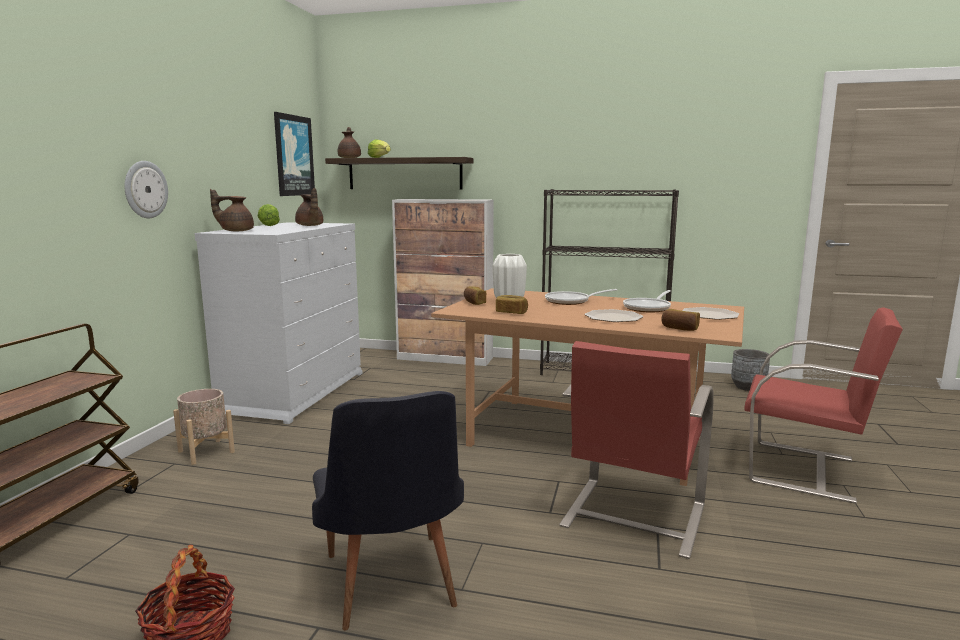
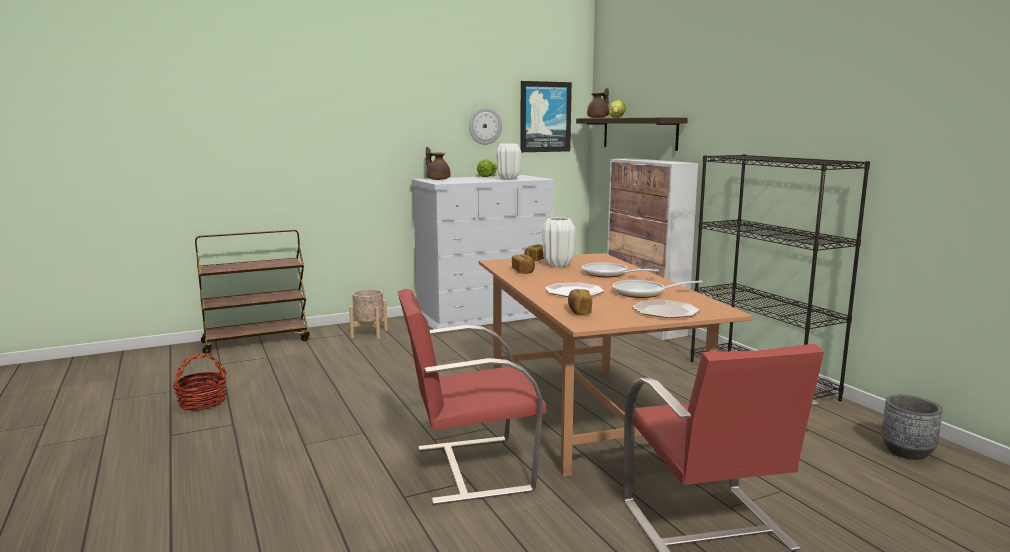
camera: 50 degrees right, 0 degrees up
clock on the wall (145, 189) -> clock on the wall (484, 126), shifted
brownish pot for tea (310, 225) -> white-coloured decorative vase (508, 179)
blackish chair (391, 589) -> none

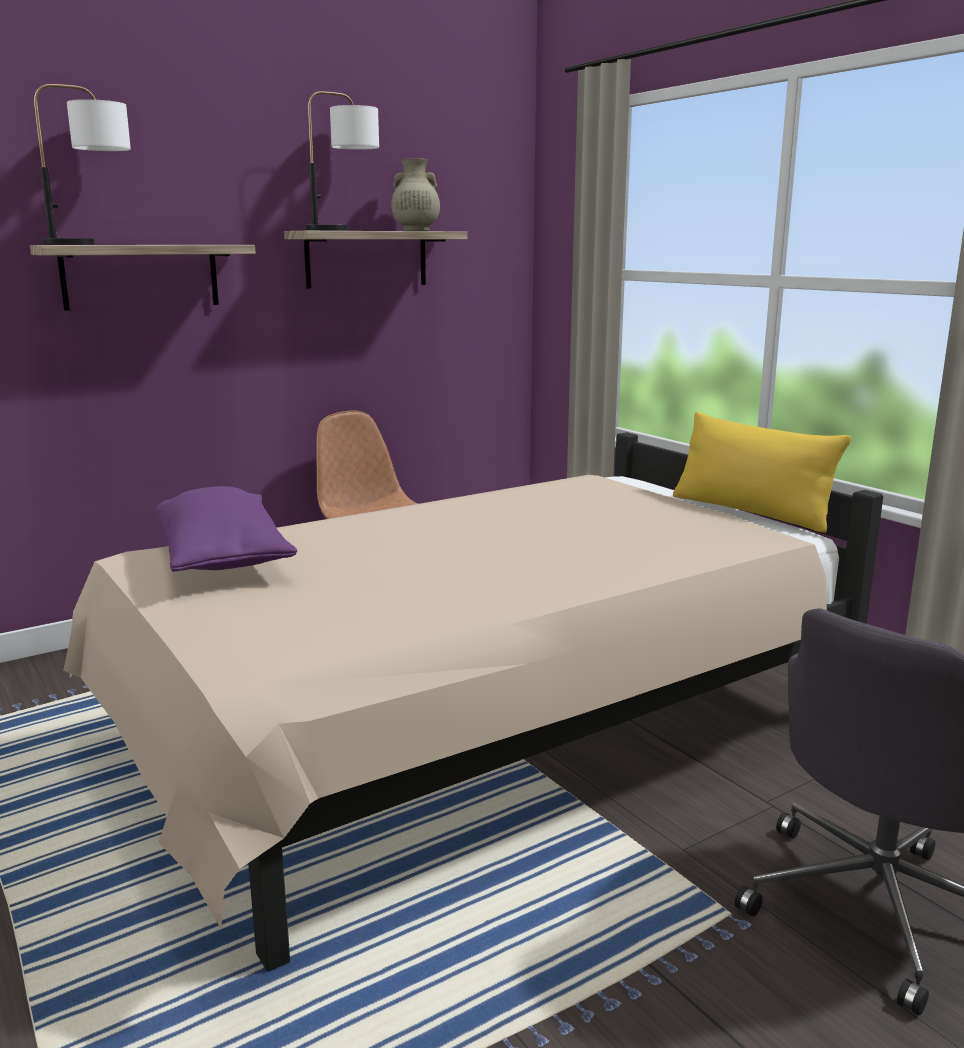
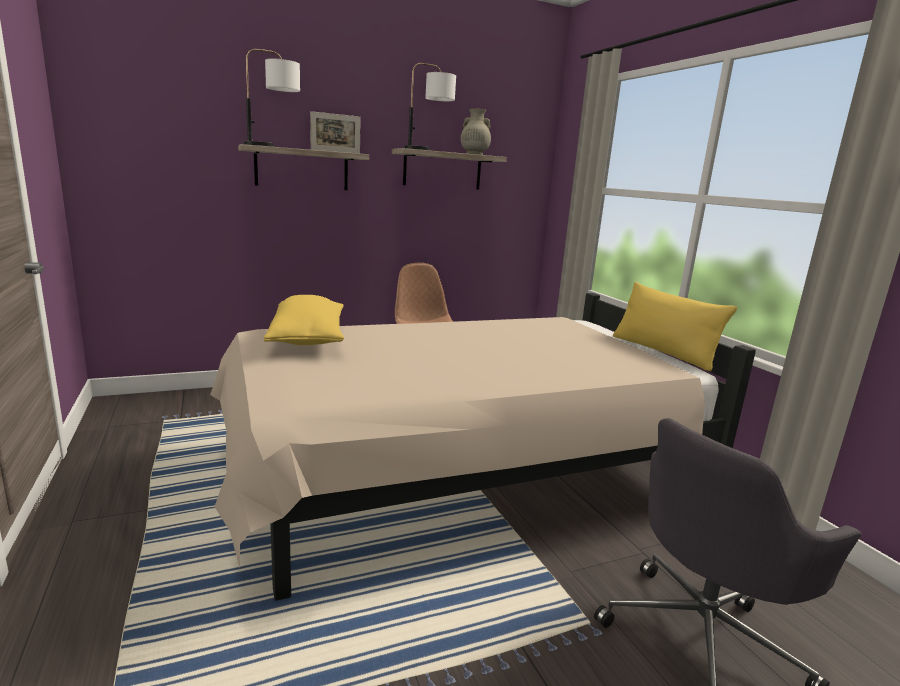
camera: 10 degrees right, 0 degrees up
purple-coloured cushion (223, 558) -> yellowish cushion (308, 339)
none -> standing frame (335, 151)

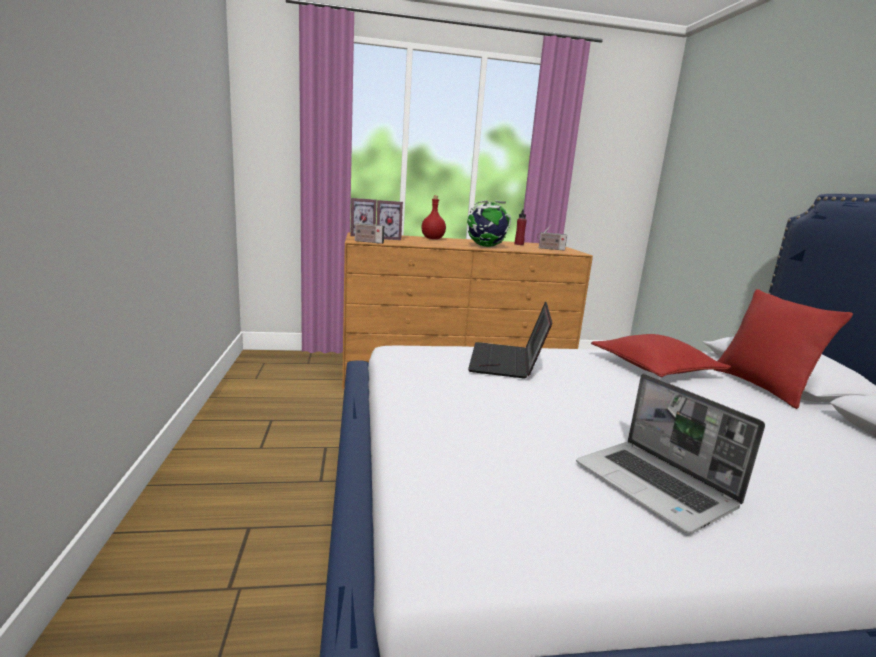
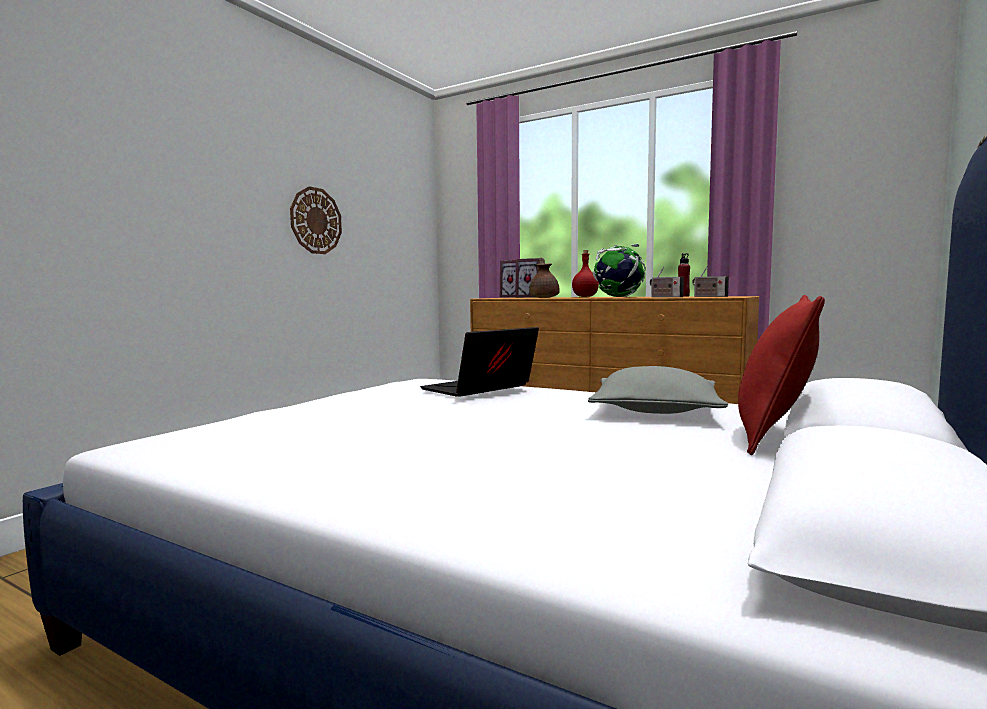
camera: 40 degrees right, 10 degrees down
none -> clock on the wall (316, 221)
none -> brownish pot for tea (544, 297)
reddish cushion (654, 368) -> gray cushion (655, 410)
radio set (367, 242) -> radio set (665, 297), shifted
portable computer (656, 486) -> none

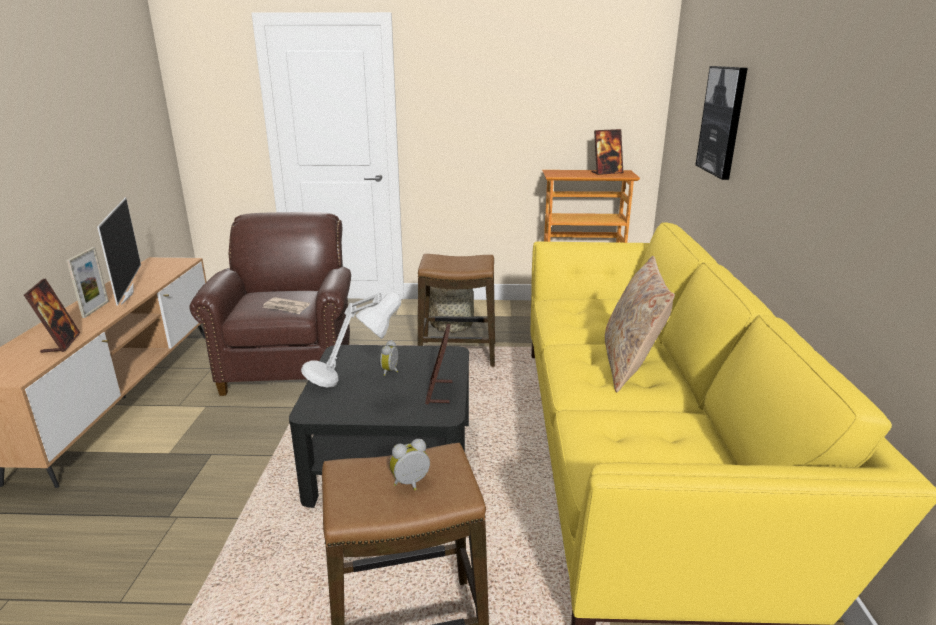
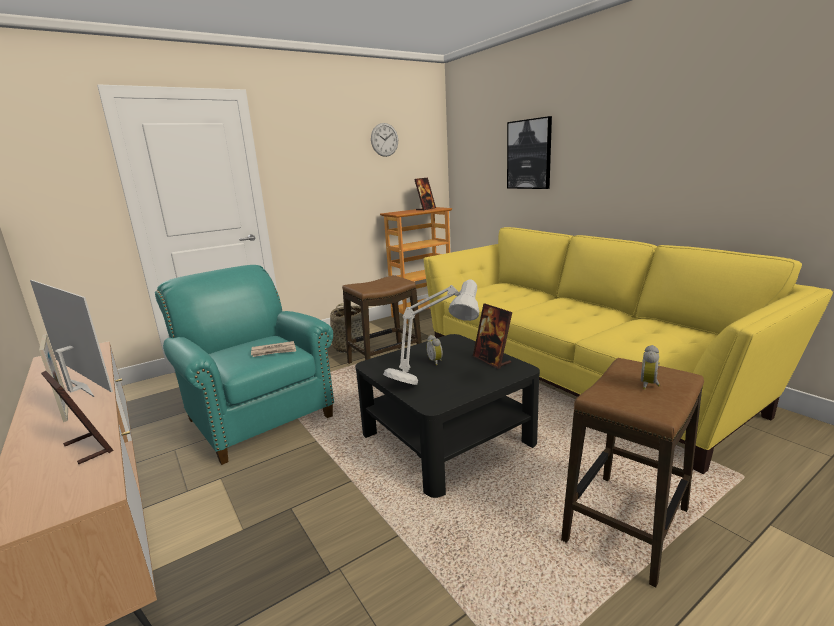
camera: 35 degrees left, 5 degrees down
brownish armchair (291, 364) -> turquoise armchair (257, 415)
none -> clock on the wall (384, 139)
sand-coloured cushion (630, 366) -> none

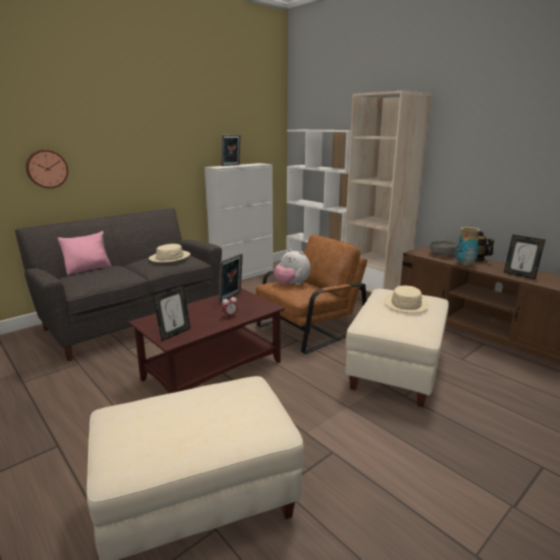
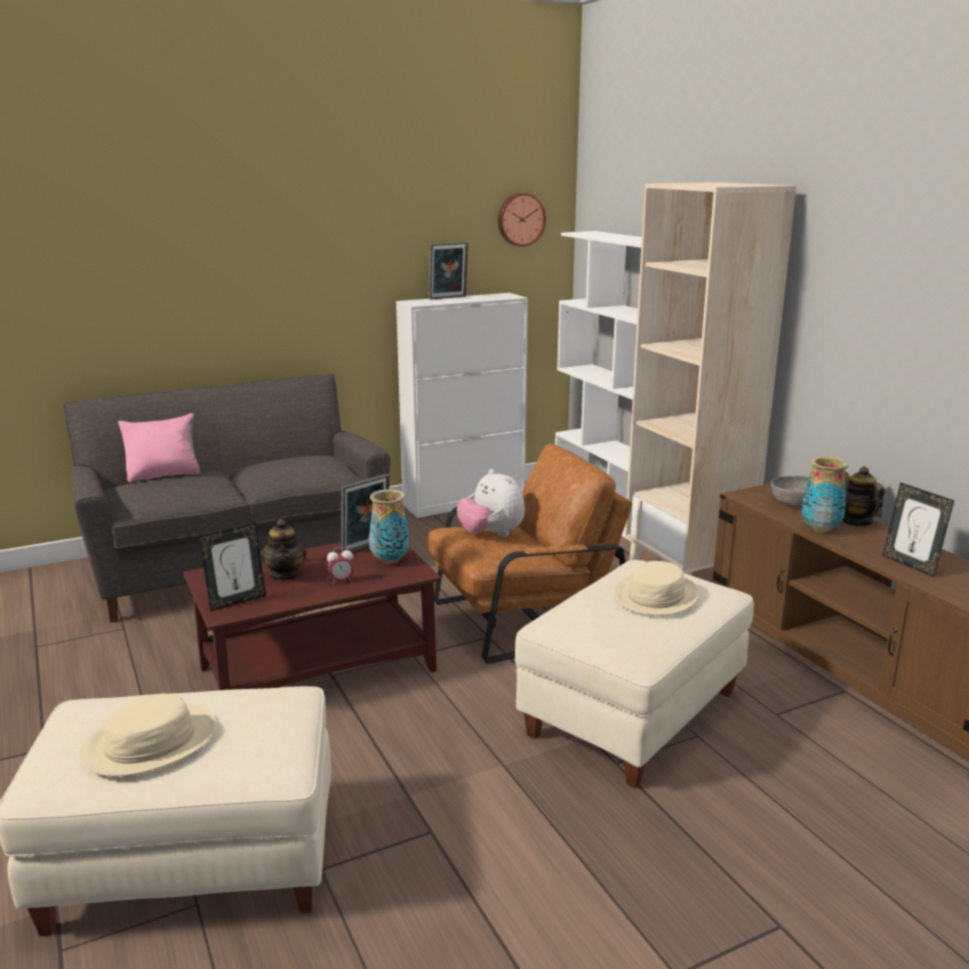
camera: 15 degrees right, 0 degrees up
sand-coloured wearable hat (170, 257) -> sand-coloured wearable hat (150, 742), shifted
none -> pot for tea (285, 574)
none -> decorative vase (389, 561)
clock on the wall (46, 169) -> clock on the wall (520, 219), shifted

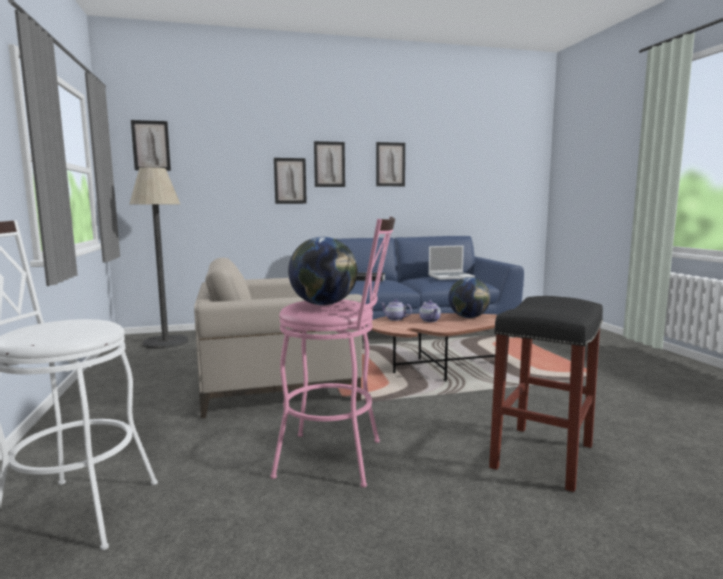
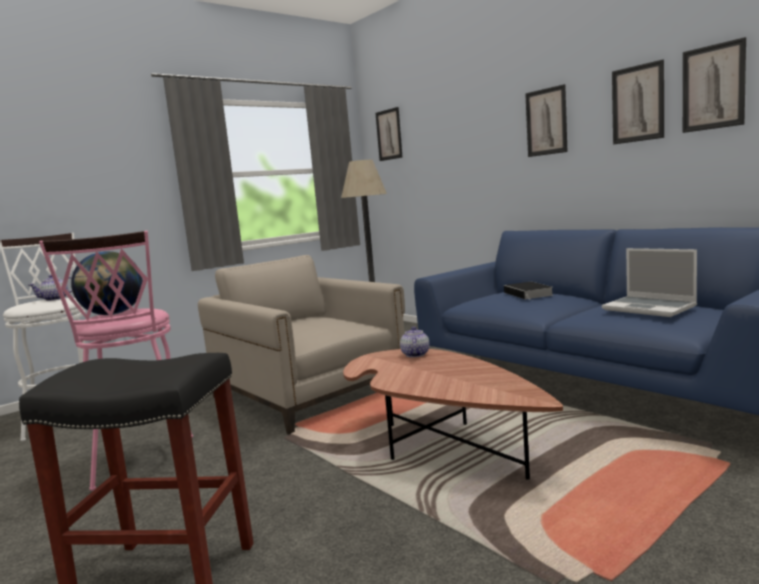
camera: 65 degrees right, 0 degrees up
pot for tea (430, 320) -> pot for tea (55, 299), shifted
picture (290, 181) -> picture (713, 87), shifted
world globe (468, 317) -> none

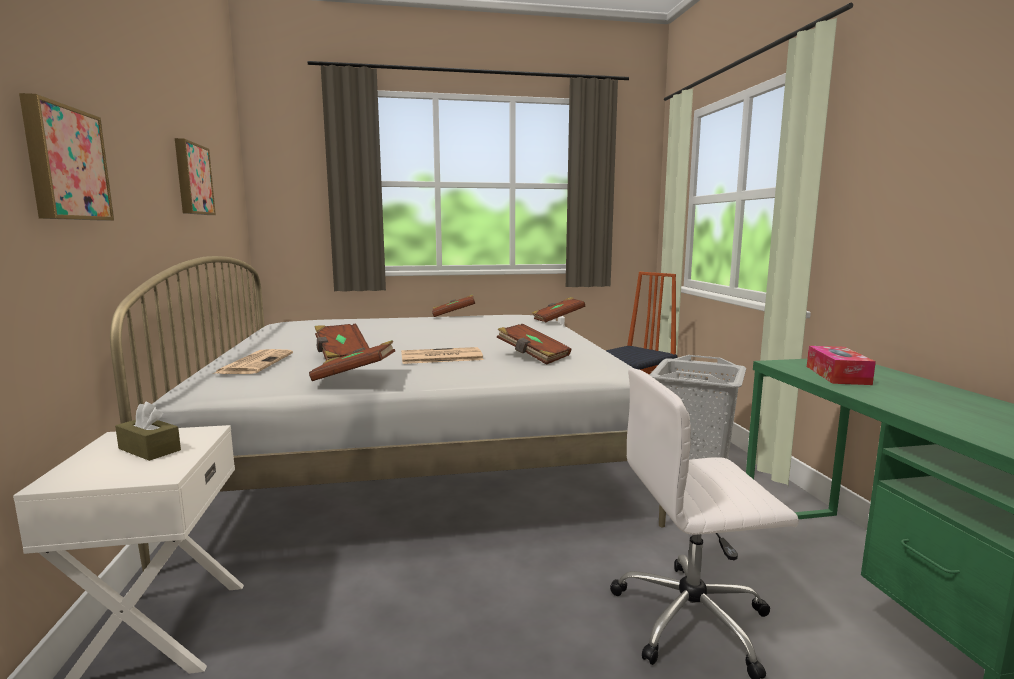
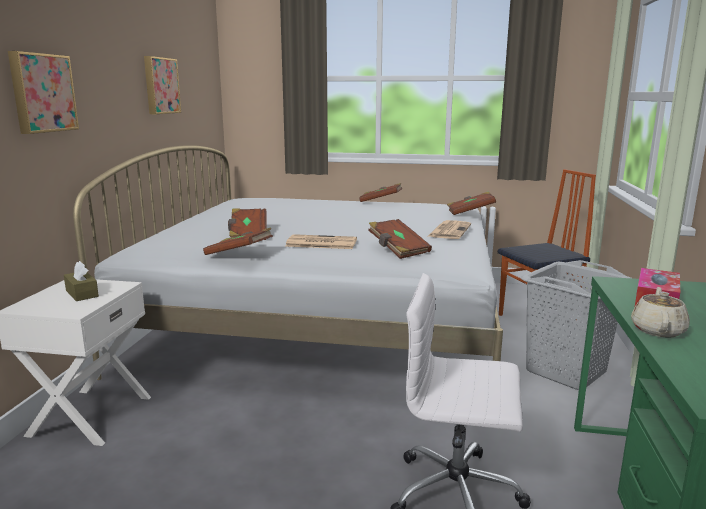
camera: 20 degrees right, 5 degrees up
newspaper (255, 363) -> newspaper (449, 230), shifted
none -> sand-coloured pot for tea (657, 330)

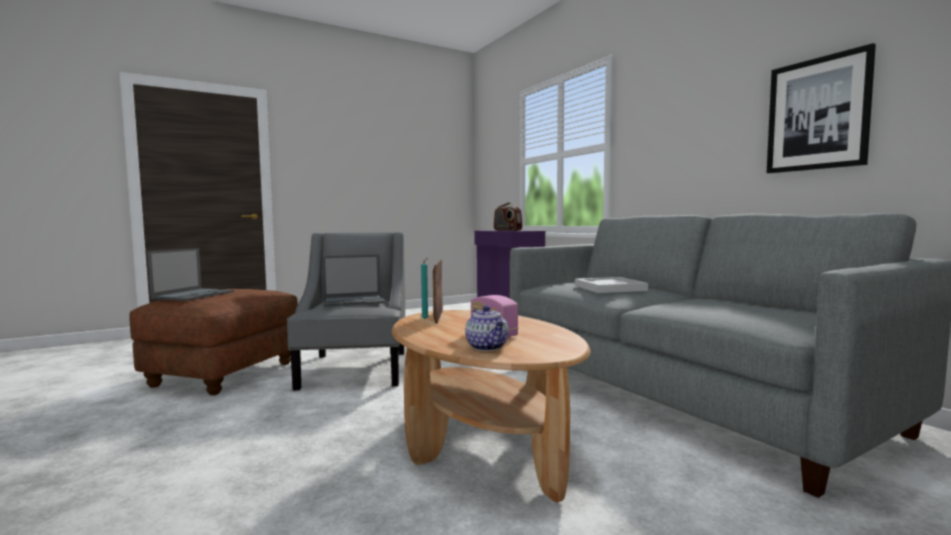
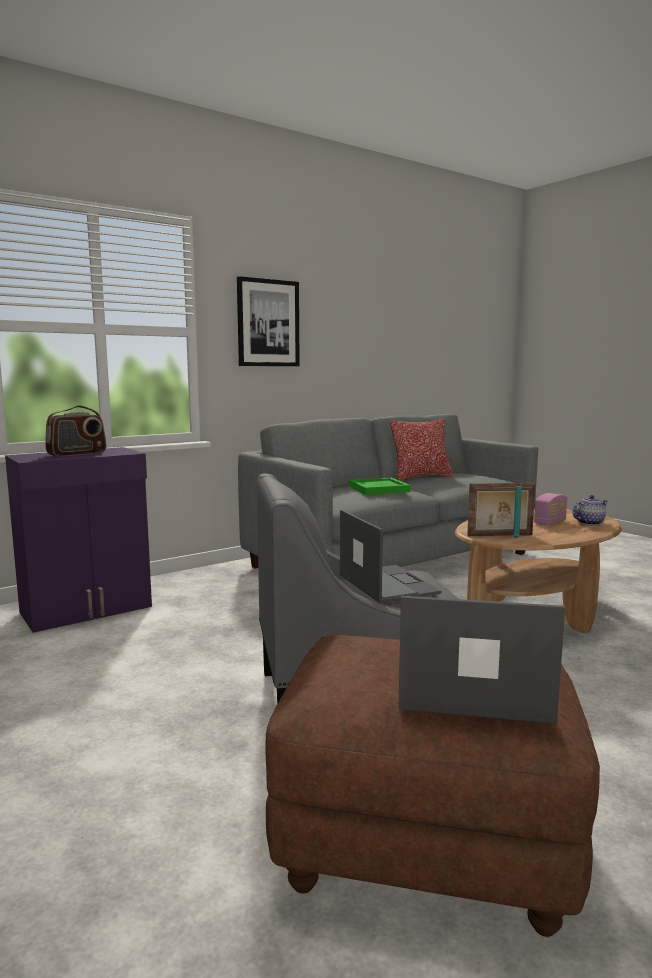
camera: 95 degrees left, 5 degrees up
picture (817, 114) -> picture (268, 323), shifted
white-coloured carrying tray (609, 288) -> green carrying tray (379, 489)
none -> cushion (421, 477)

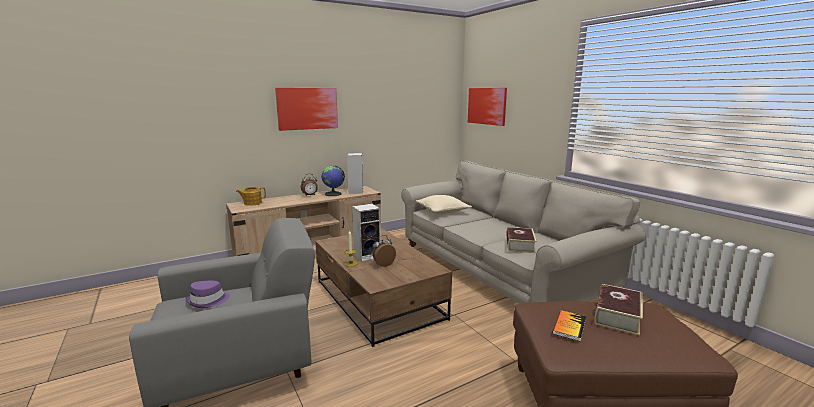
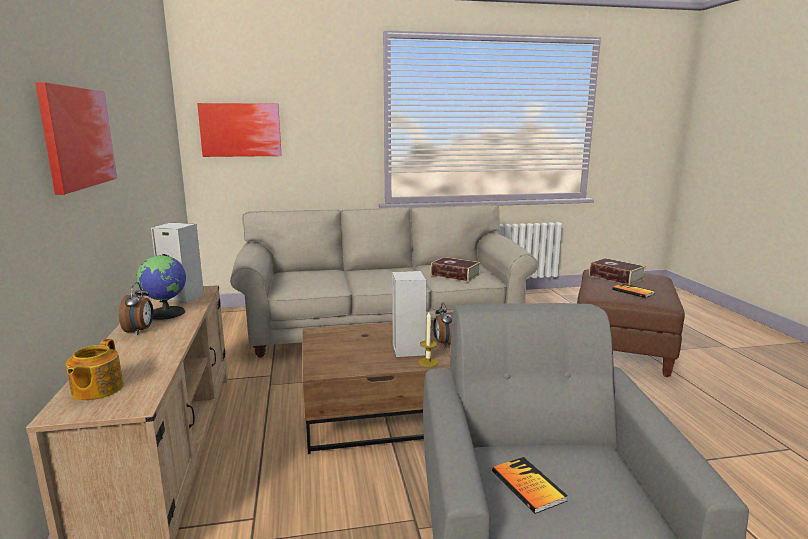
camera: 70 degrees left, 0 degrees up
purple-coloured wearable hat (208, 301) -> book (528, 486)
sand-coloured cushion (442, 211) -> none

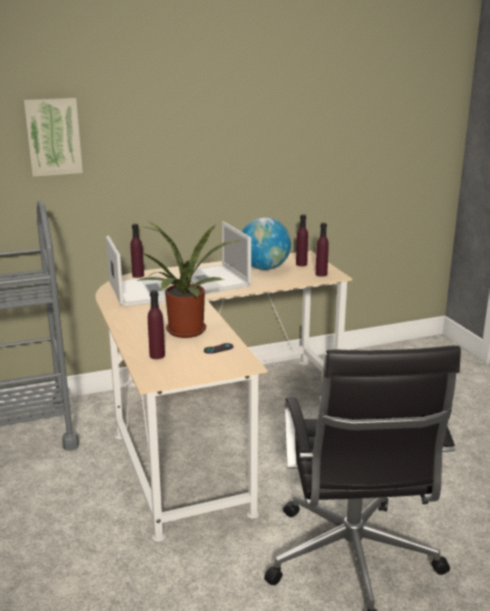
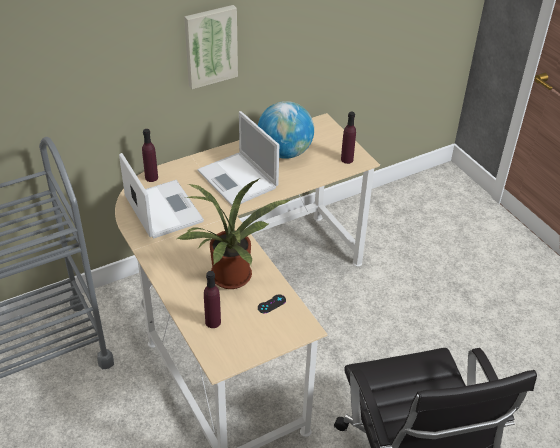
camera: 10 degrees left, 20 degrees up
picture (53, 136) -> picture (210, 46), shifted
purple-coloured drink bottle (301, 264) -> none

